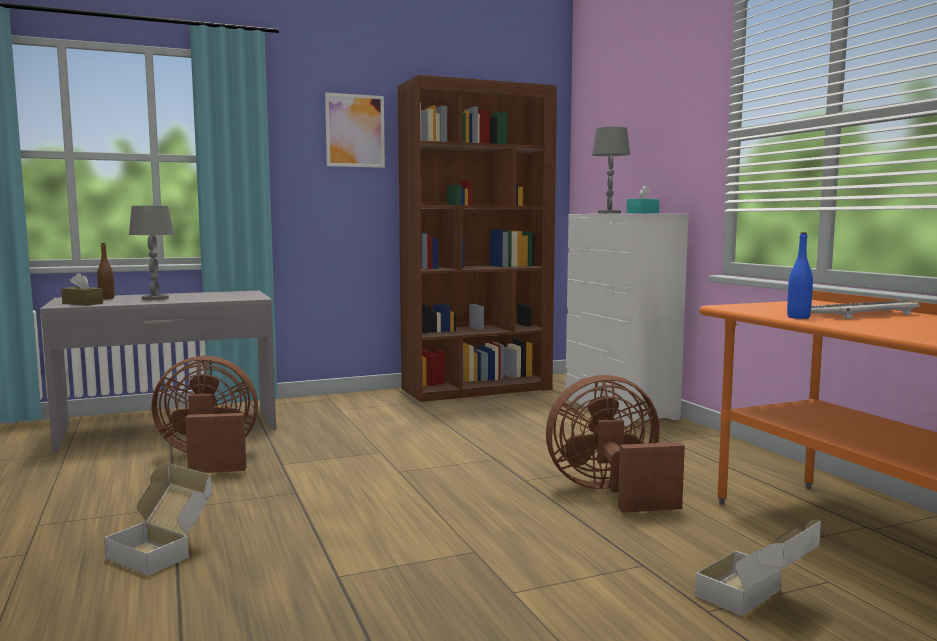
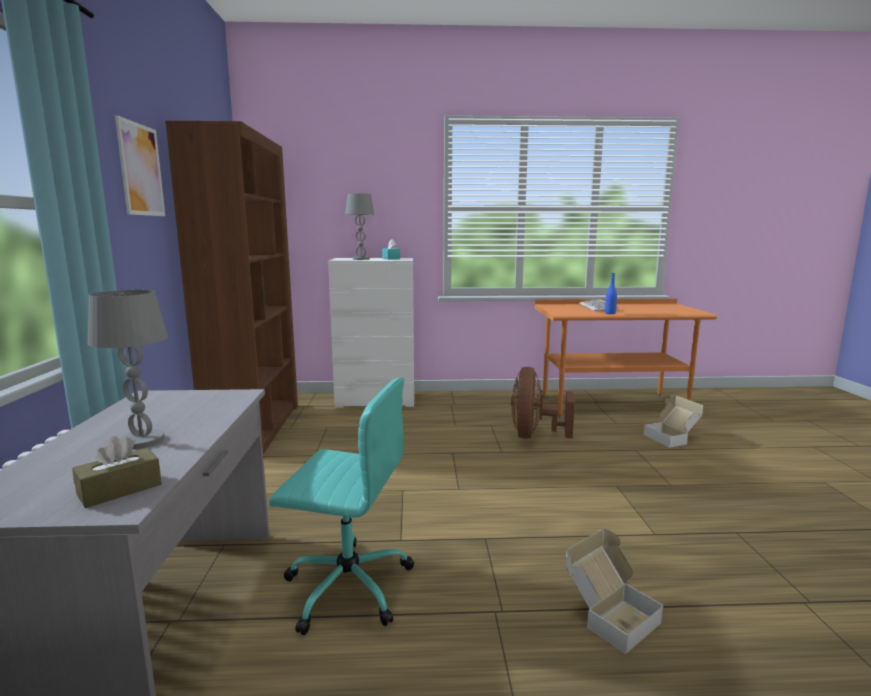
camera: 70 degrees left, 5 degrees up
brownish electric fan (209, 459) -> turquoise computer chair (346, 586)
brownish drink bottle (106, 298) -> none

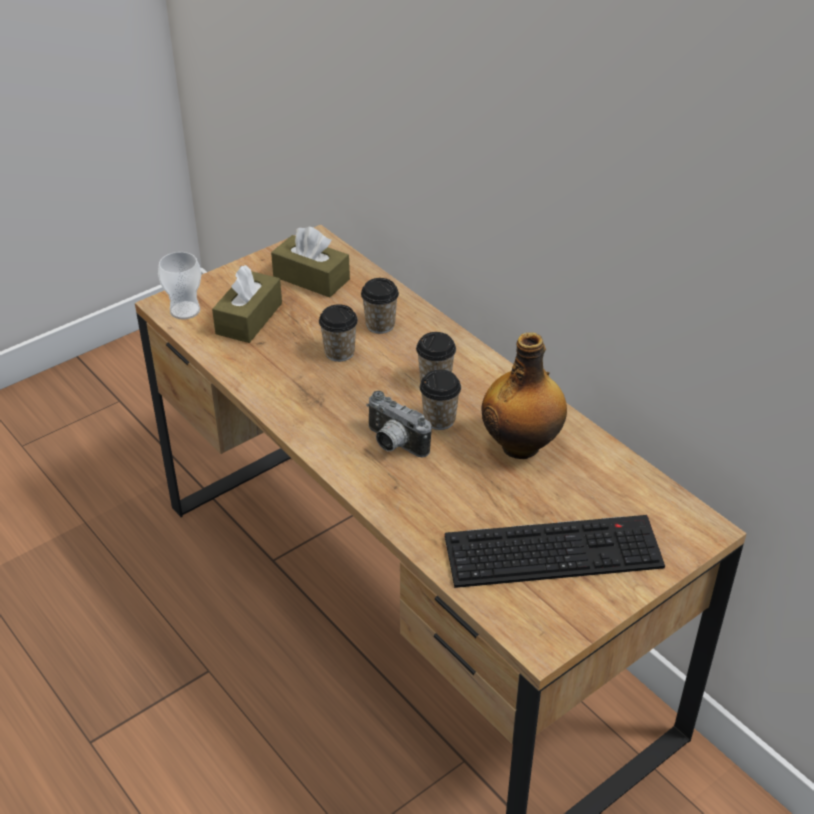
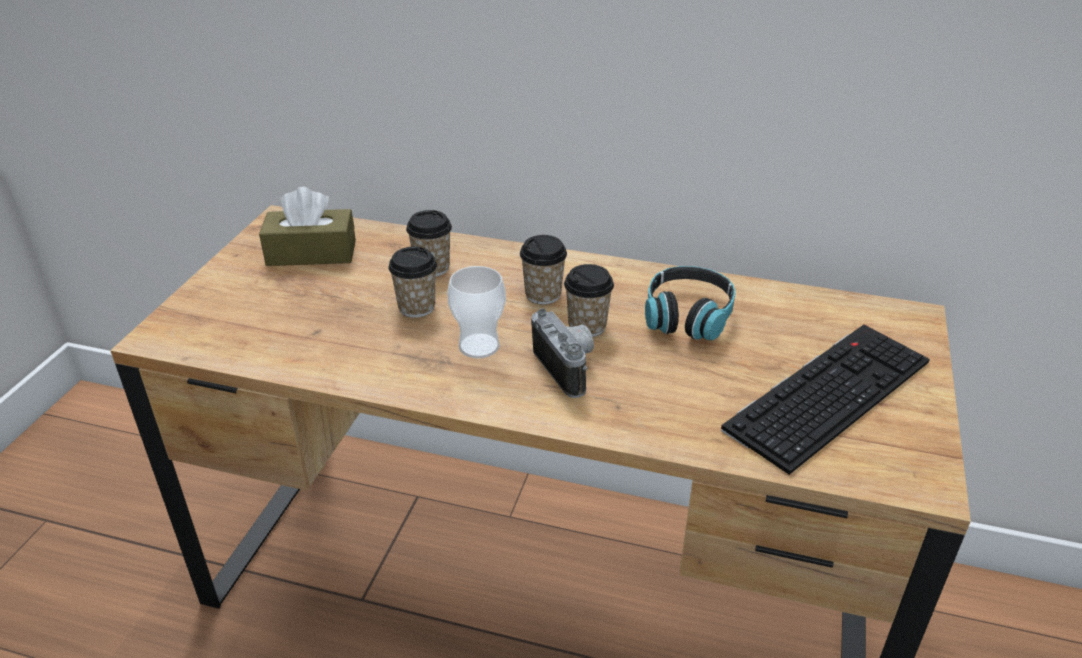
camera: 35 degrees left, 5 degrees down
cup (185, 310) -> cup (479, 346), shifted
still camera (393, 444) -> still camera (568, 368), 120 degrees counterclockwise
drink bottle (522, 445) -> pair of headphones (688, 316)
brownish tissue box (249, 318) -> none

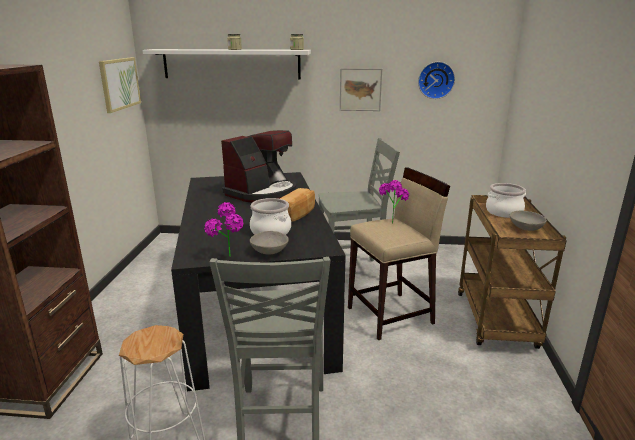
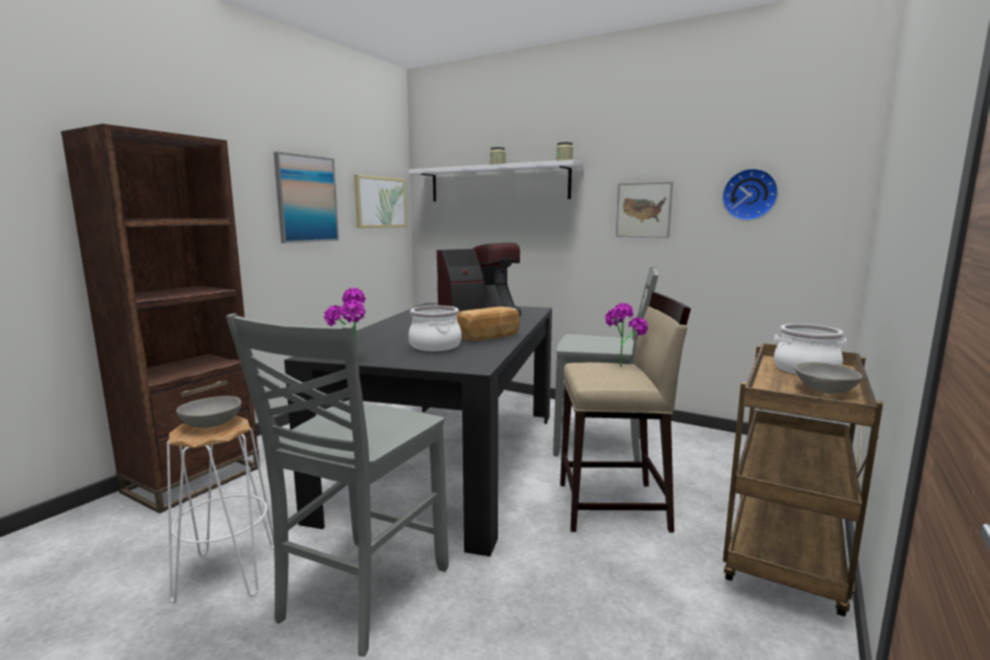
camera: 25 degrees right, 10 degrees down
gray serving bowl (269, 251) -> gray serving bowl (211, 424), shifted
none -> picture (306, 199)

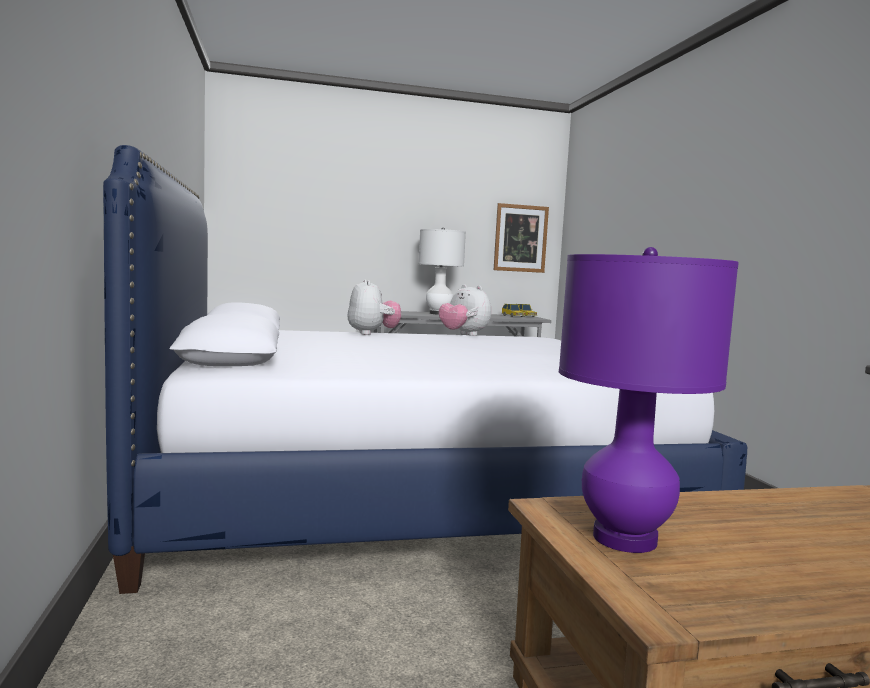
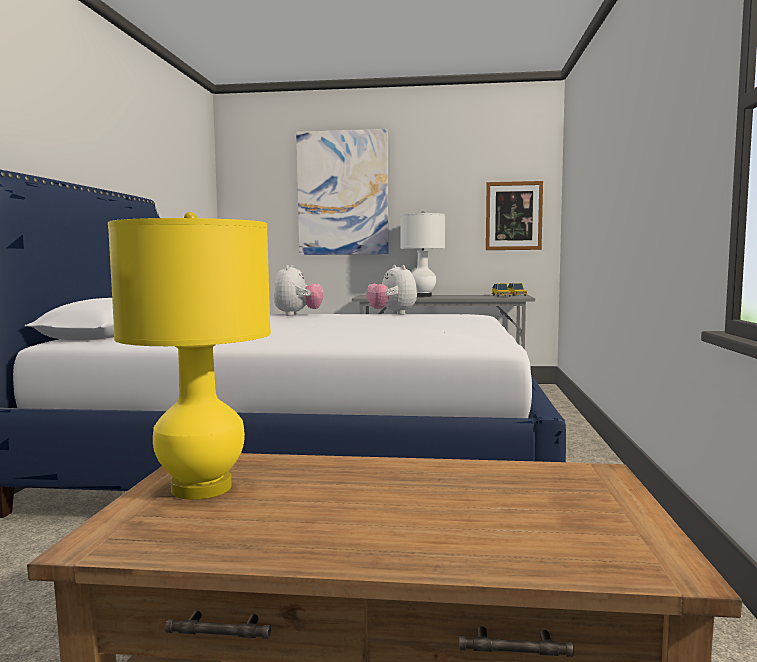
camera: 20 degrees right, 0 degrees up
purple-coloured tabletop lamp (625, 539) -> yellowish tabletop lamp (201, 488)
none -> picture (343, 193)

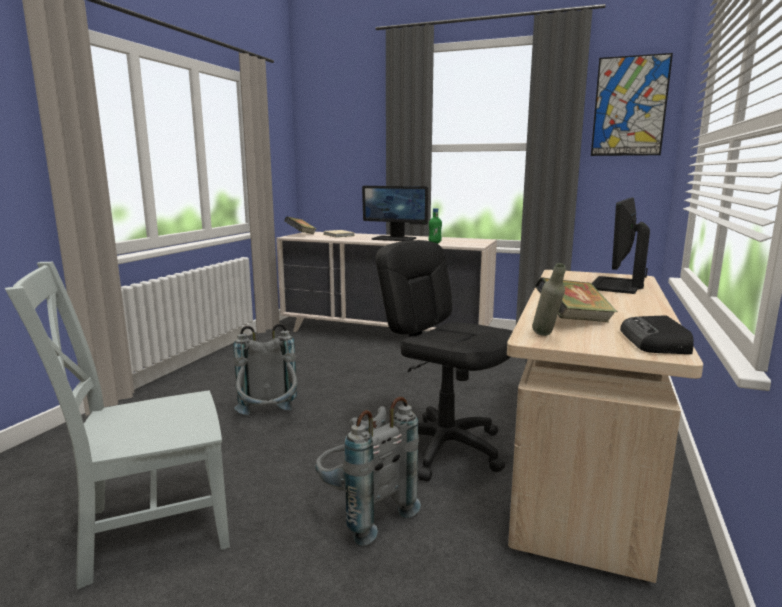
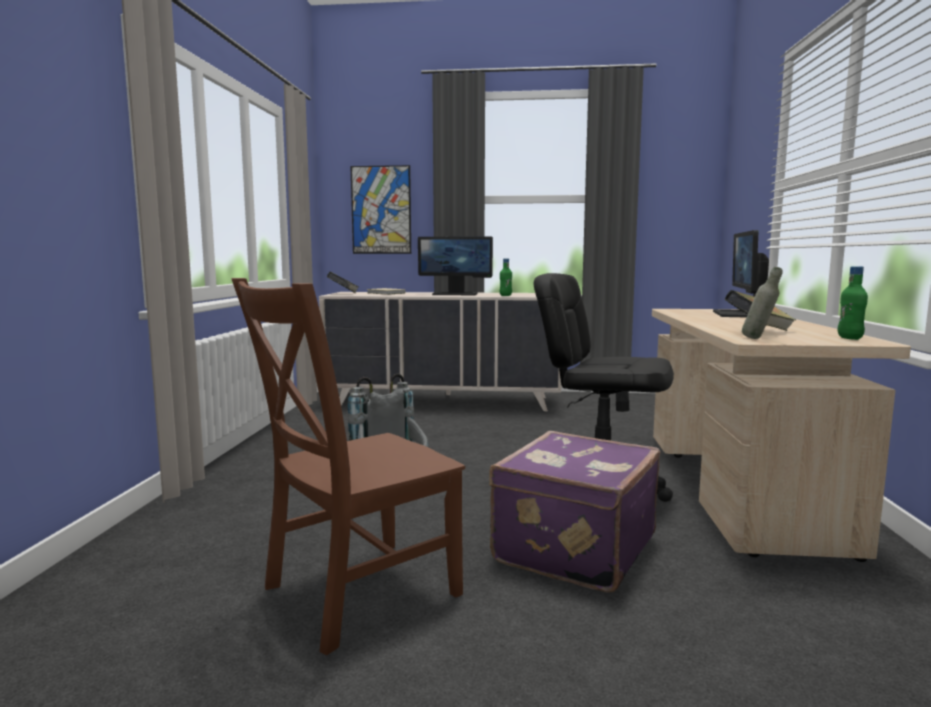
camera: 15 degrees left, 5 degrees down
gray chair (148, 529) -> brownish chair (354, 593)
picture (629, 106) -> picture (381, 210), shifted
gray rucksack (362, 513) -> purple-coloured piece of luggage (572, 548)
radio set (655, 342) -> green drink bottle (850, 338)

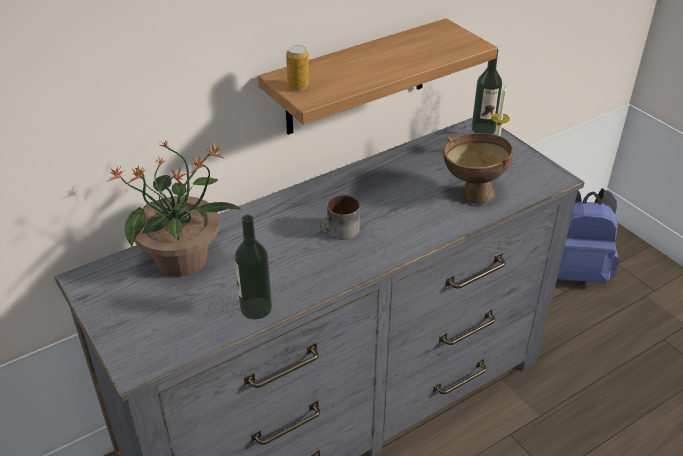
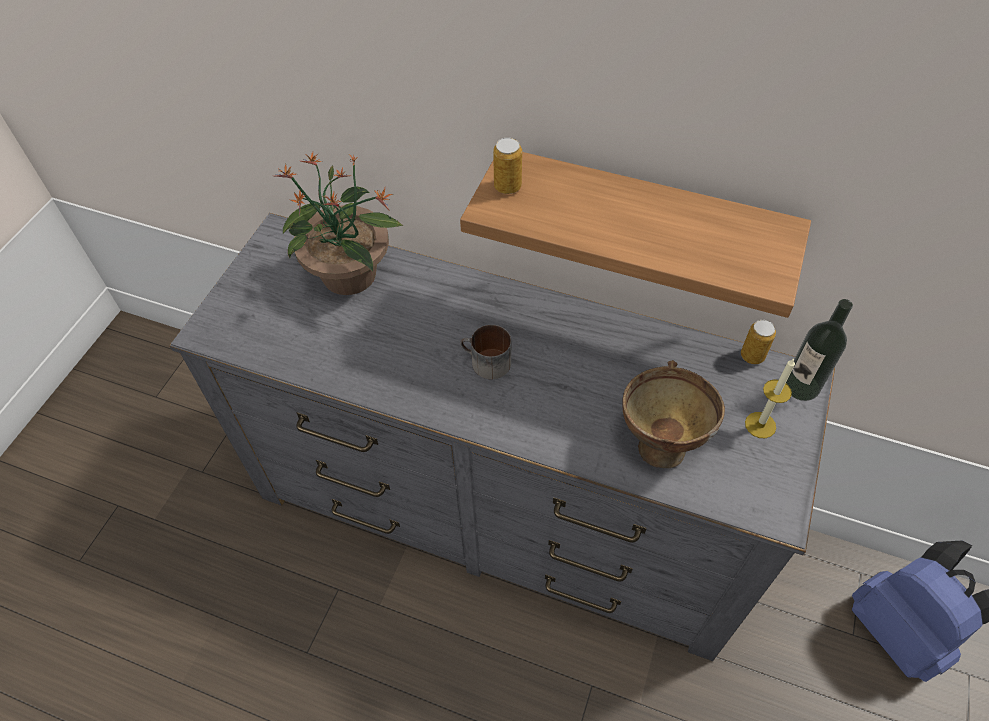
camera: 55 degrees right, 15 degrees up
none -> can (752, 356)
drink bottle (256, 308) -> none

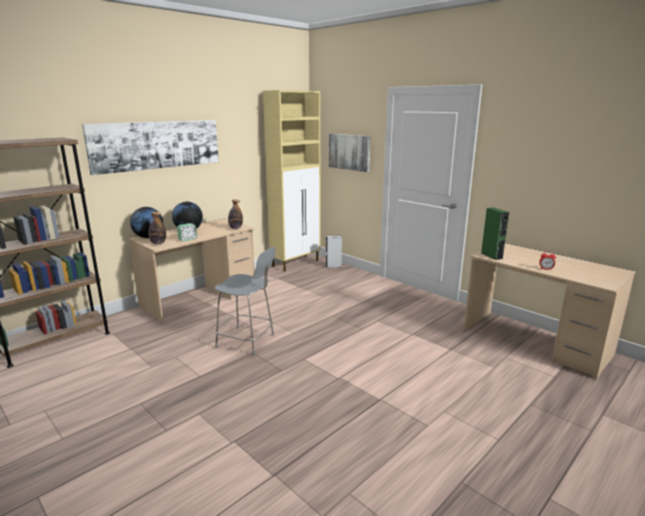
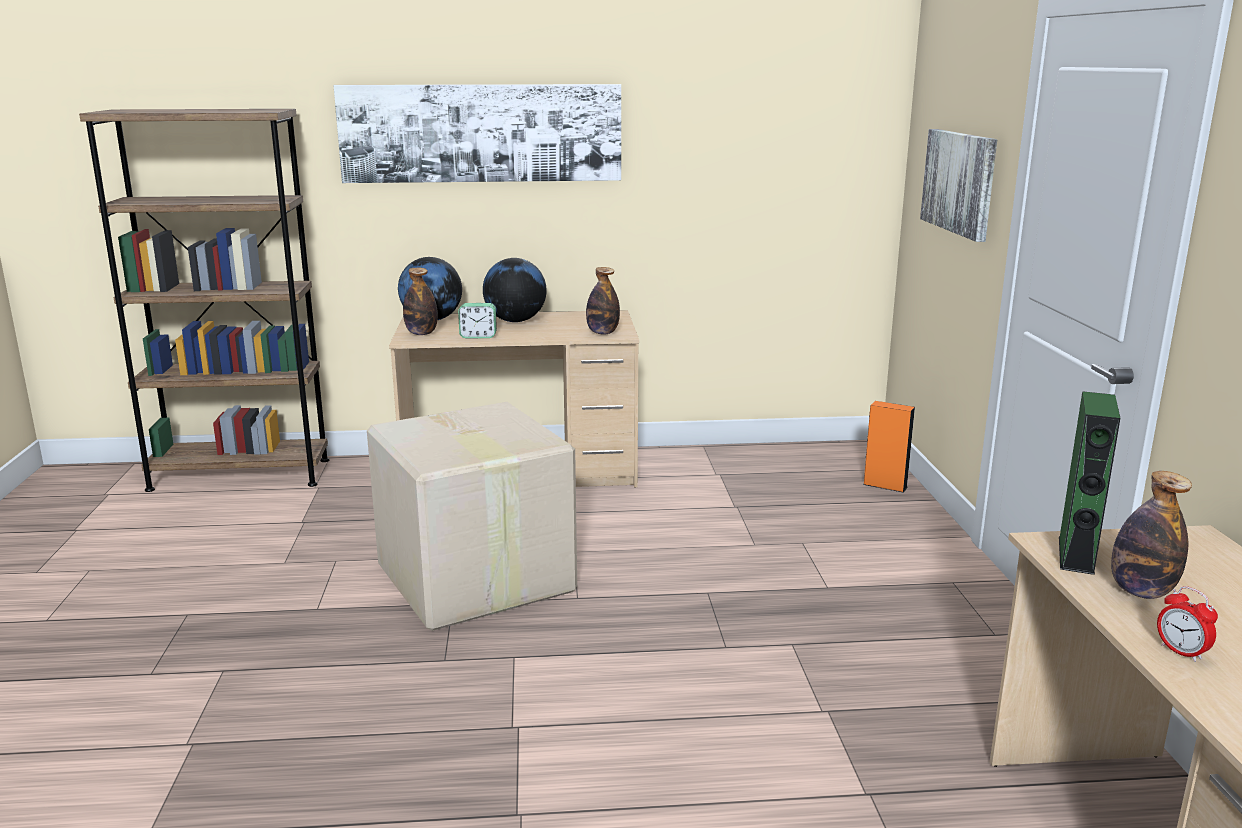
camera: 40 degrees right, 0 degrees up
gray chair (247, 341) -> cardboard box (474, 580)
gray speaker (333, 266) -> orange speaker (885, 485)
none -> drink bottle (1141, 591)
sand-coloured cabinet (296, 263) -> none

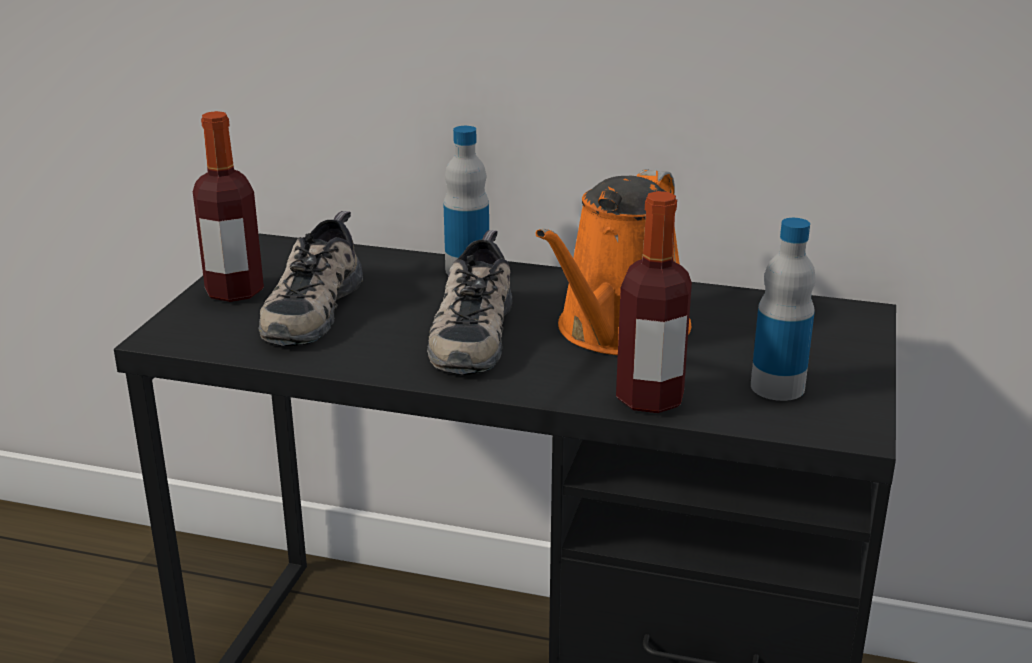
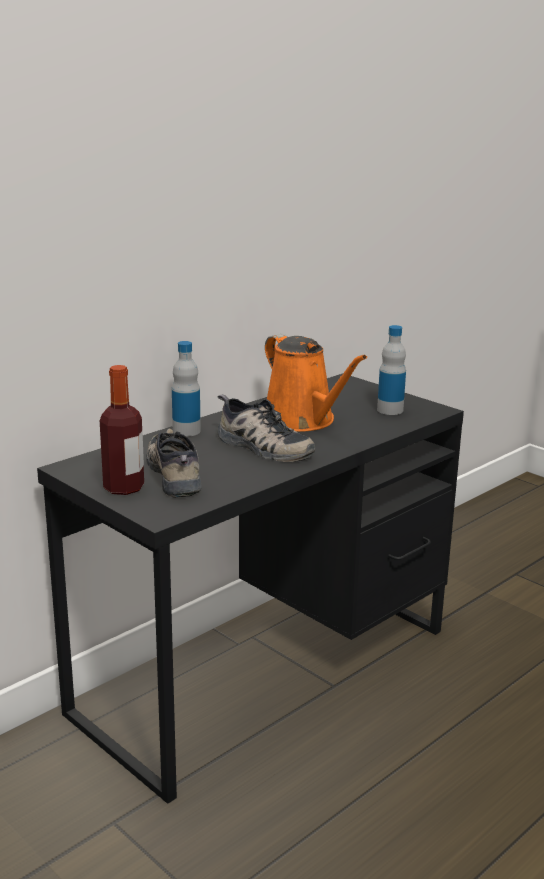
camera: 60 degrees left, 5 degrees down
low shoe (310, 307) -> low shoe (176, 474), 150 degrees counterclockwise
drink bottle (649, 399) -> none

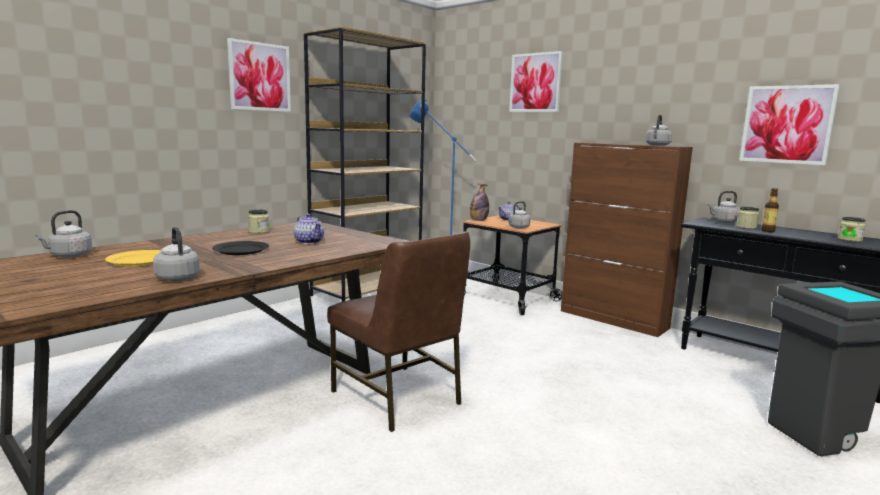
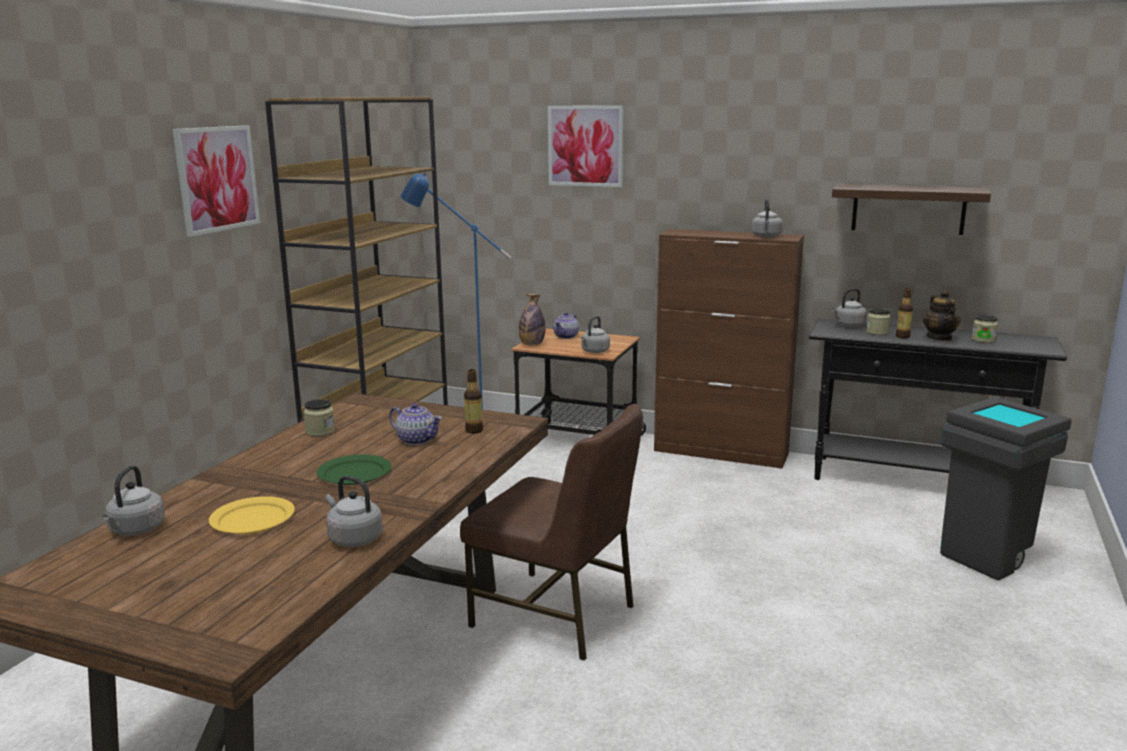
camera: 20 degrees left, 5 degrees up
blackish dinner plate (241, 250) -> green dinner plate (353, 473)
none -> drink bottle (474, 430)
picture (787, 124) -> bracket shelf (908, 209)
none -> pot for tea (939, 338)

